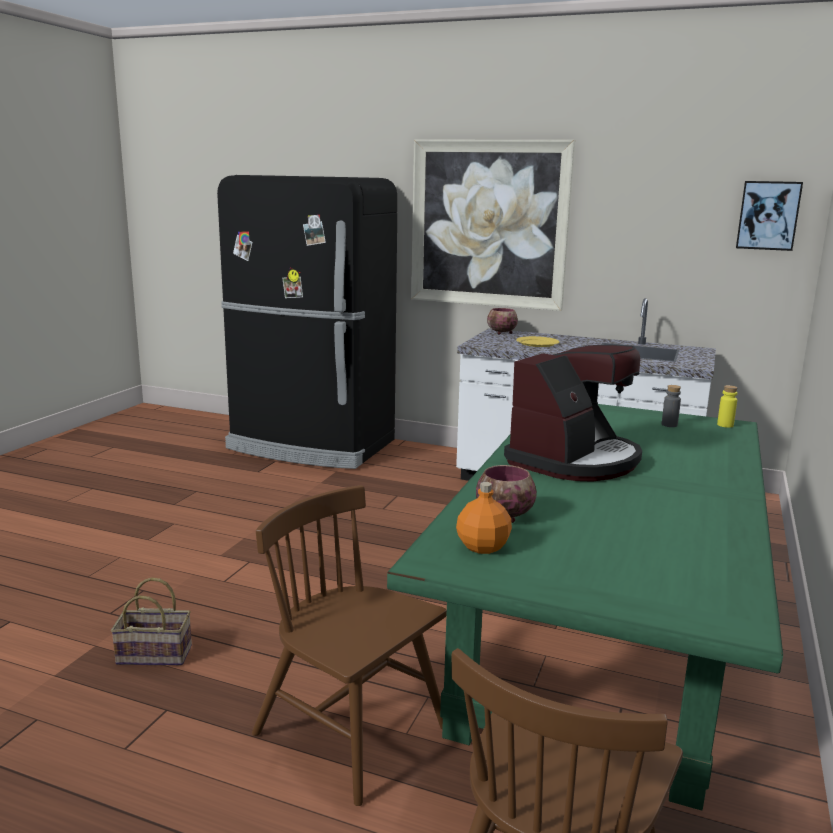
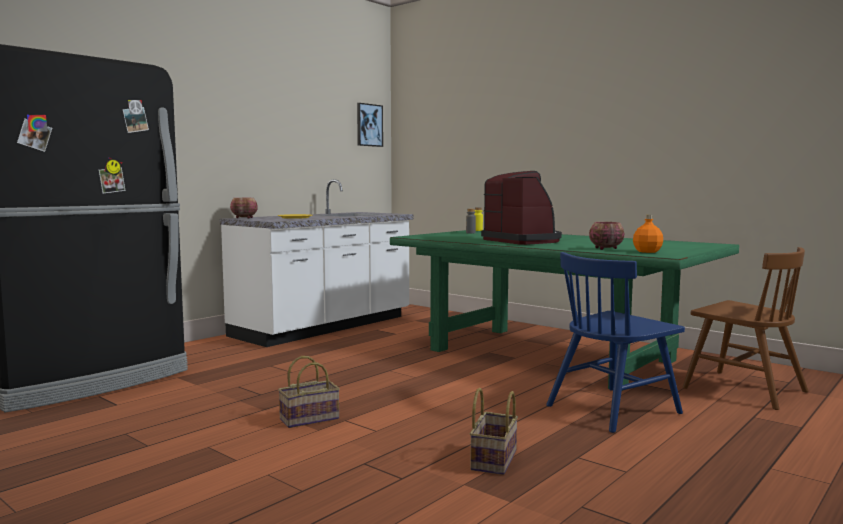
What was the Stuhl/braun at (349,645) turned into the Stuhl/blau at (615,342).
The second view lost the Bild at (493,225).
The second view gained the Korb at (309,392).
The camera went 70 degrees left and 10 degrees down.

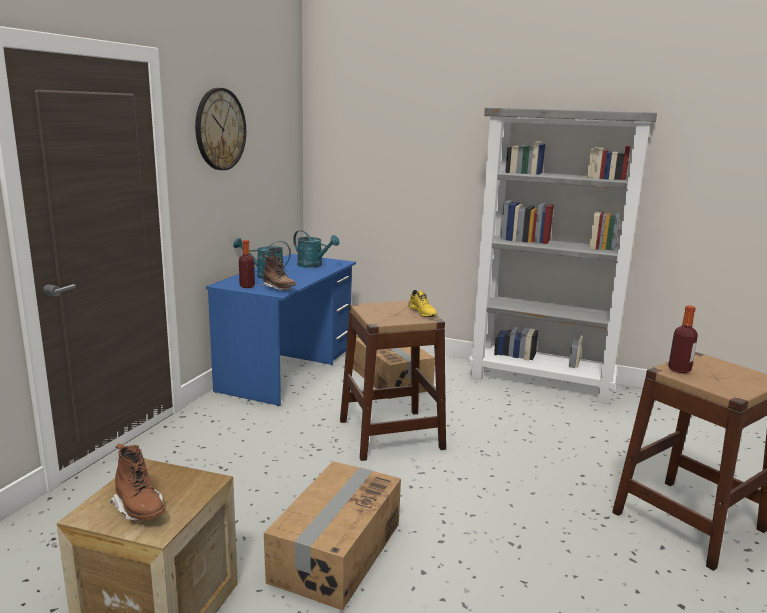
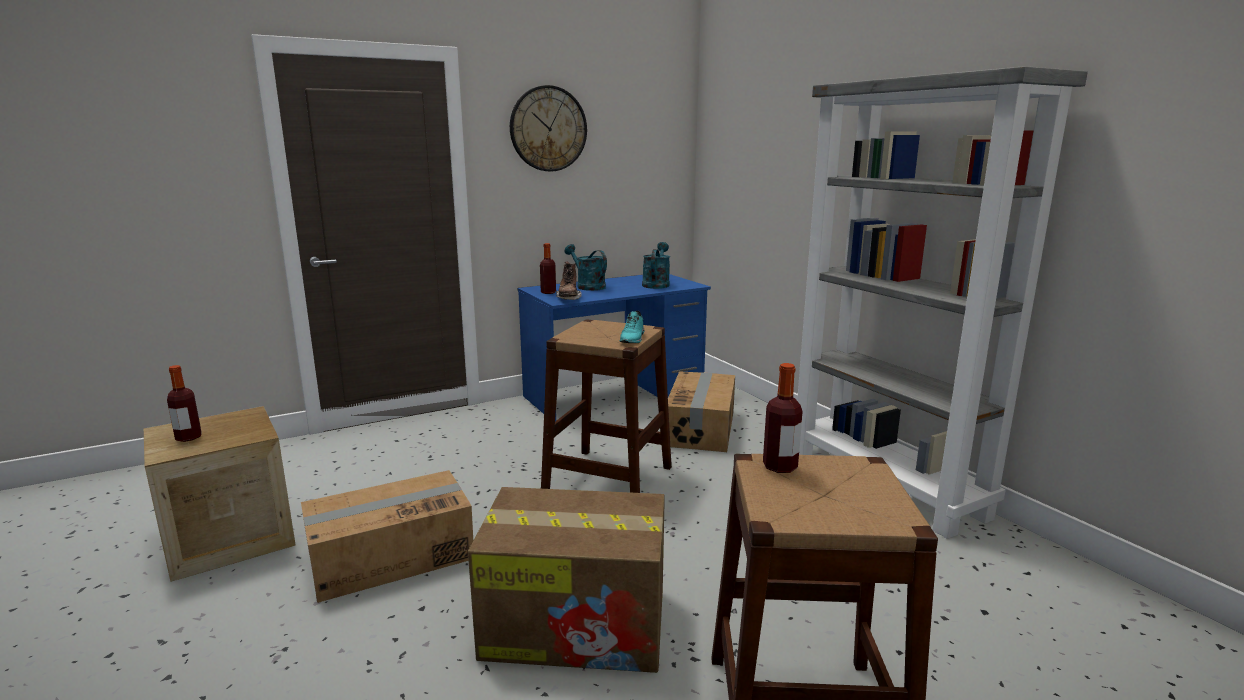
Where the Stiefel/braun stood at (137,482), the Flasche came to stand at (184,403).
The Gießkanne/türkis at (316,249) ended up facing another way, 150 degrees counterclockwise from before.
What was the Schuh/gelb at (422,303) turned into the Schuh/türkis at (631,327).
The second view gained the Karton at (566,580).
The camera went 40 degrees right and 0 degrees up.

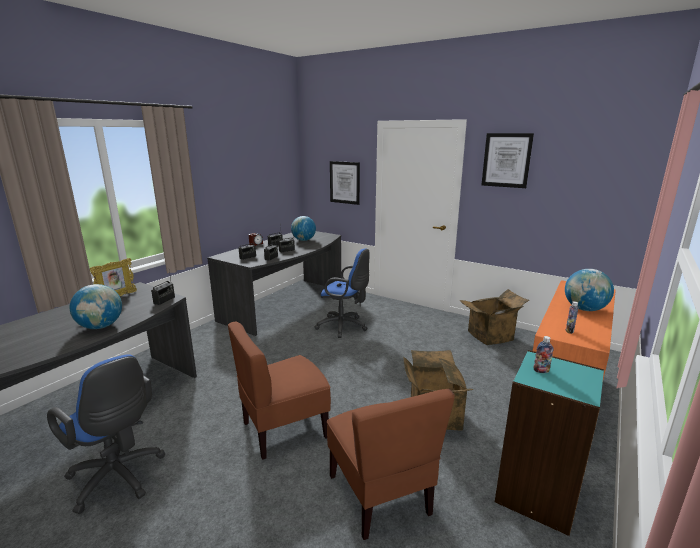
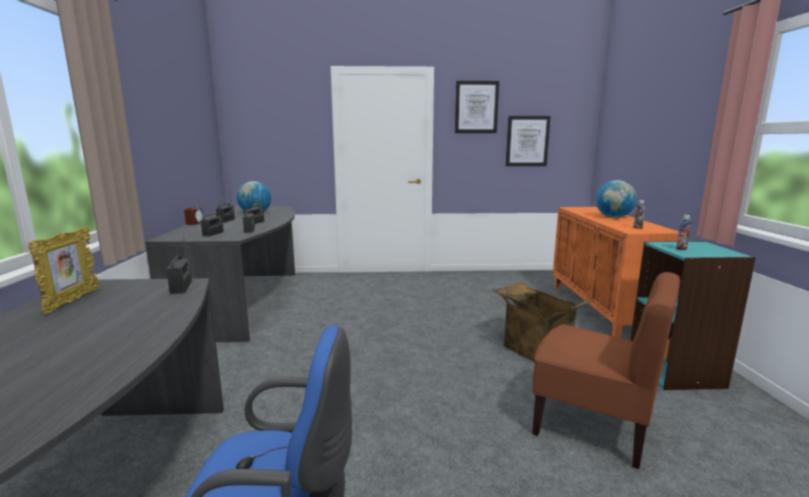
The second view lost the Globus at (96,306).
The second view lost the Stuhl/braun at (279,391).
The second view lost the Bürostuhl/blau at (342,293).
The Bild ended up elsewhere, having gone from (345,183) to (528,141).
The second view lost the Karton at (494,317).
The camera went 35 degrees left and 5 degrees down.

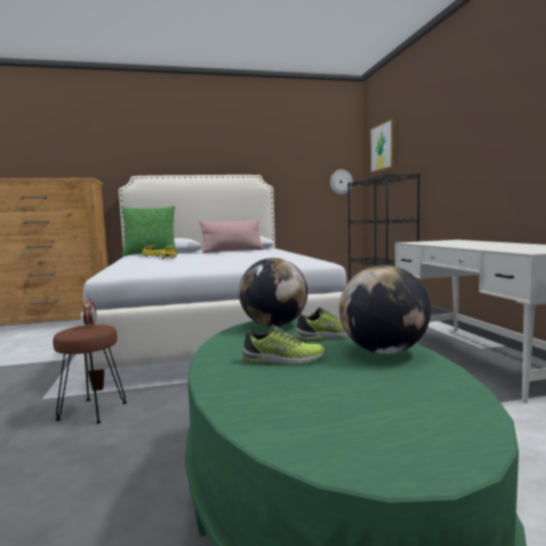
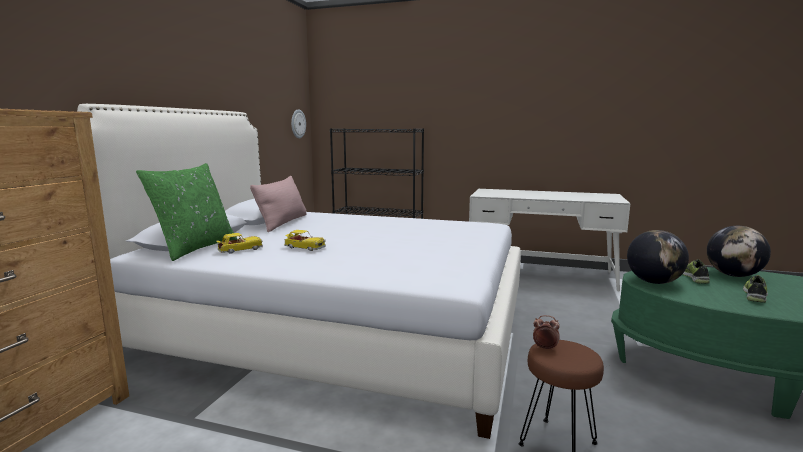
The second view lost the Bild at (382,145).
The camera went 60 degrees left and 5 degrees up.

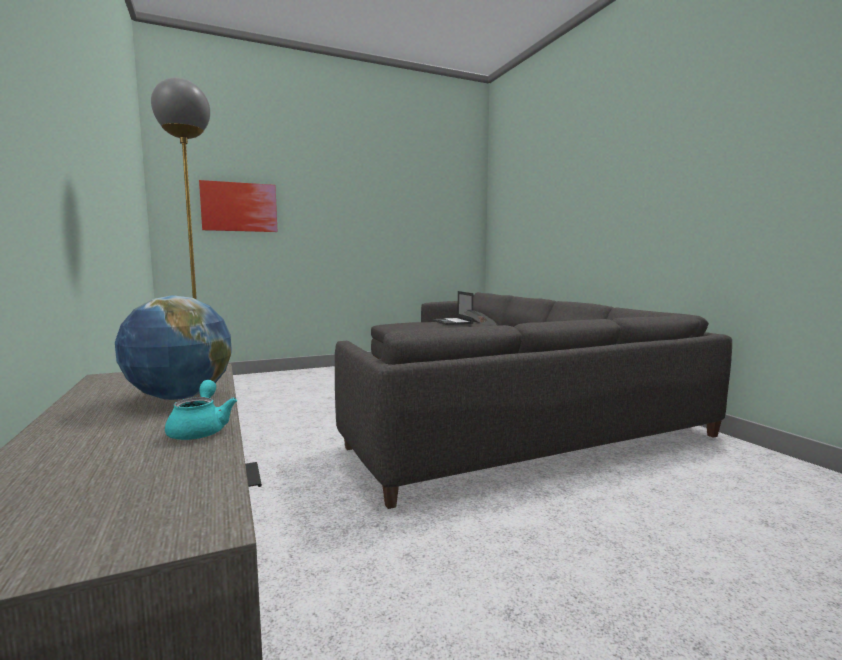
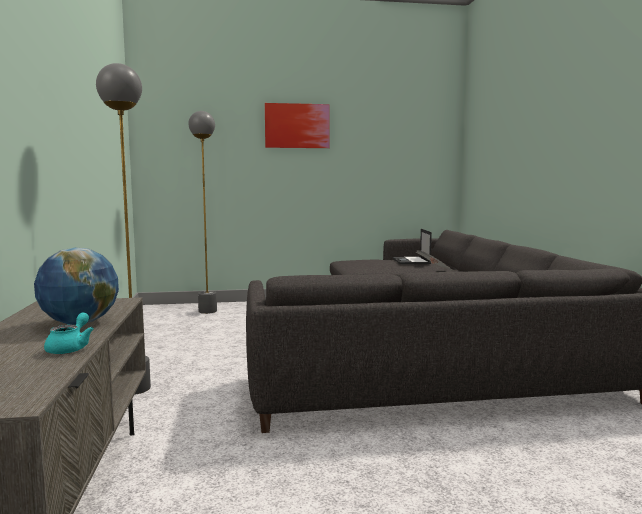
The Bild ended up elsewhere, having gone from (238,206) to (297,125).
The second view gained the Stehlampe/grau at (202,212).
The camera went 15 degrees right and 0 degrees up.

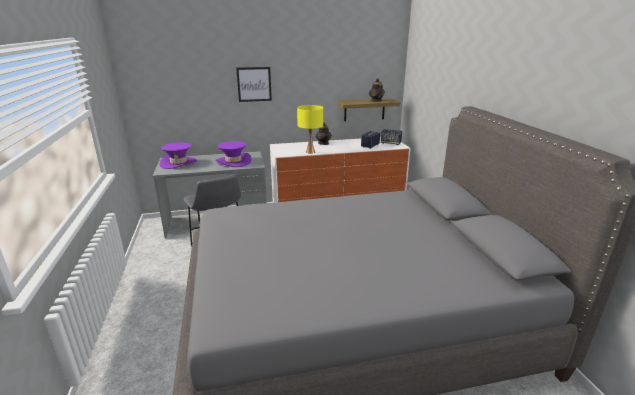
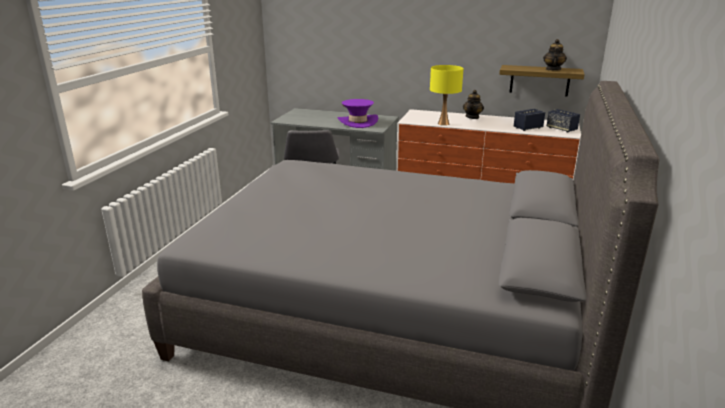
The second view lost the Hut/lila at (178,155).
The second view lost the Bild at (254,84).
The camera went 30 degrees right and 0 degrees up.

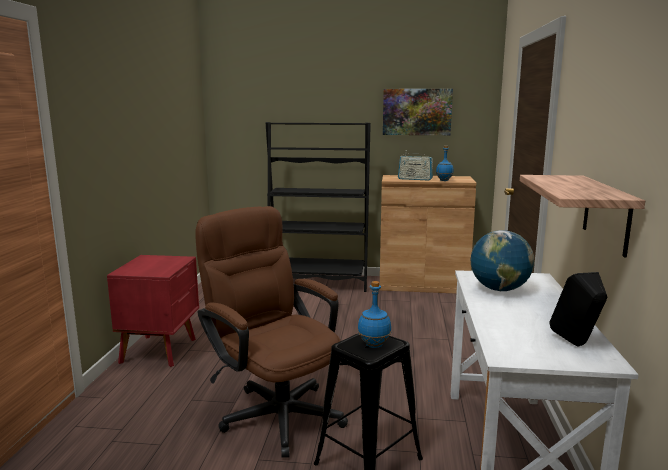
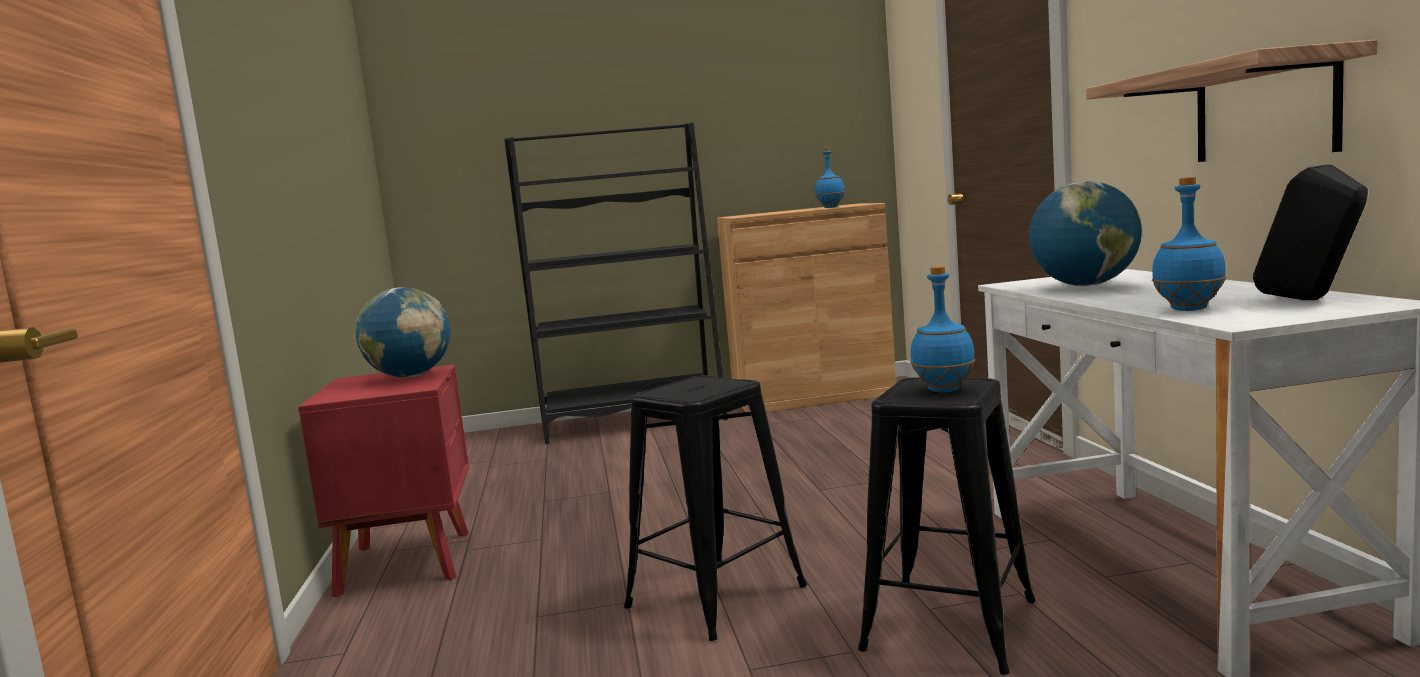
Where the Bürostuhl/braun stood at (271,332), the Hocker/schwarz came to stand at (715,508).
The second view lost the Bild at (418,112).
The second view lost the Radio at (415,166).
The second view gained the Globus at (403,332).
The second view gained the Flasche/blau at (1189,244).
The camera went 15 degrees left and 5 degrees down.

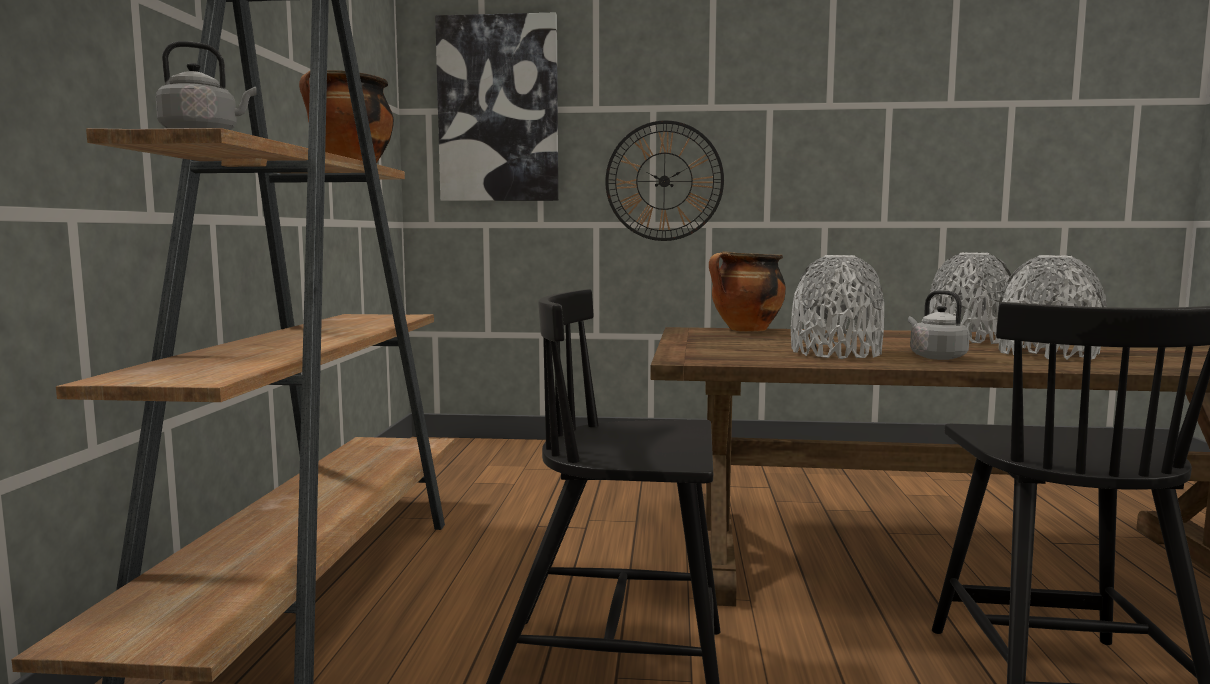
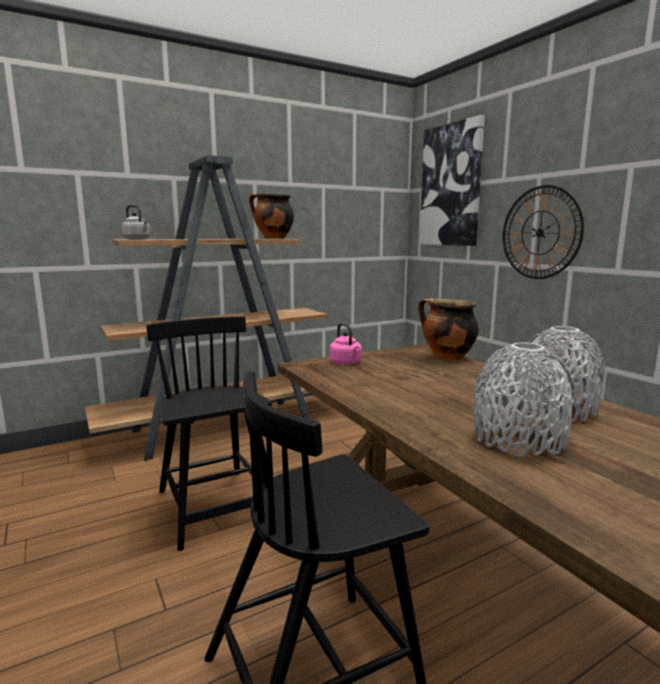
The second view lost the Vase/grau at (837,307).
The second view lost the Wasserkessel/grau at (939,325).
The second view gained the Wasserkessel/rosa at (345,344).
The camera went 55 degrees right and 5 degrees up.

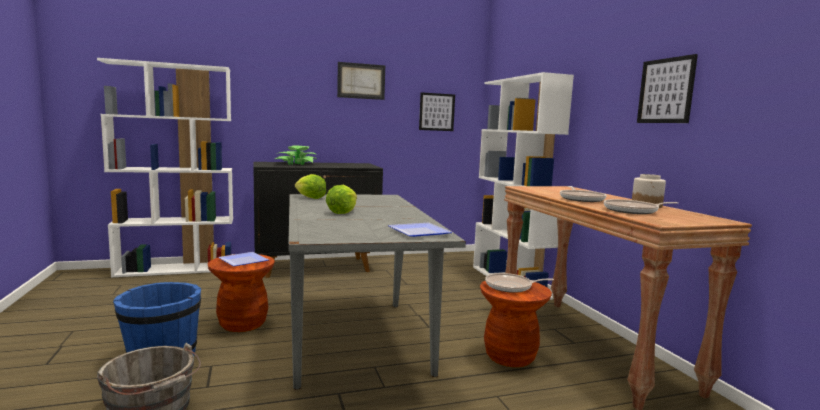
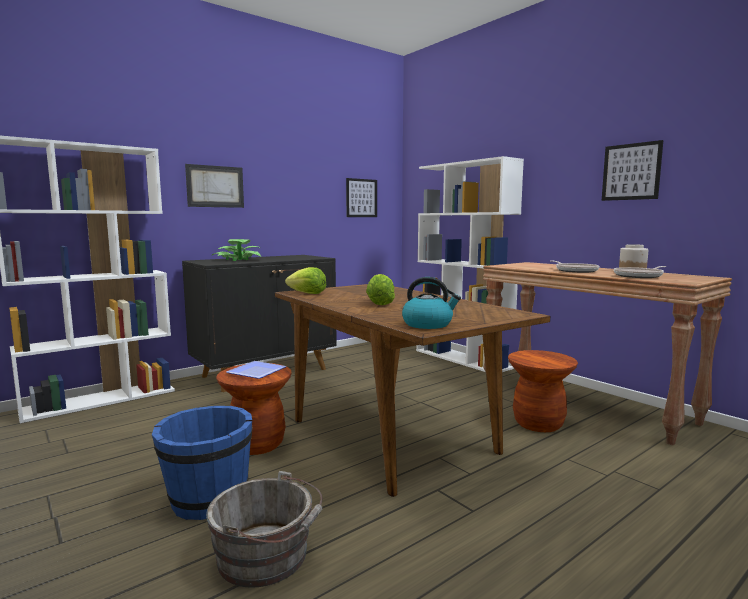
What was the Esstisch/grau at (377,292) turned into the Esstisch/braun at (413,390).
The Bild ended up elsewhere, having gone from (361,81) to (214,186).
The second view lost the Teller at (420,230).
The second view lost the Pfanne at (519,283).
The second view gained the Wasserkessel at (431,303).
The camera went 20 degrees left and 0 degrees up.

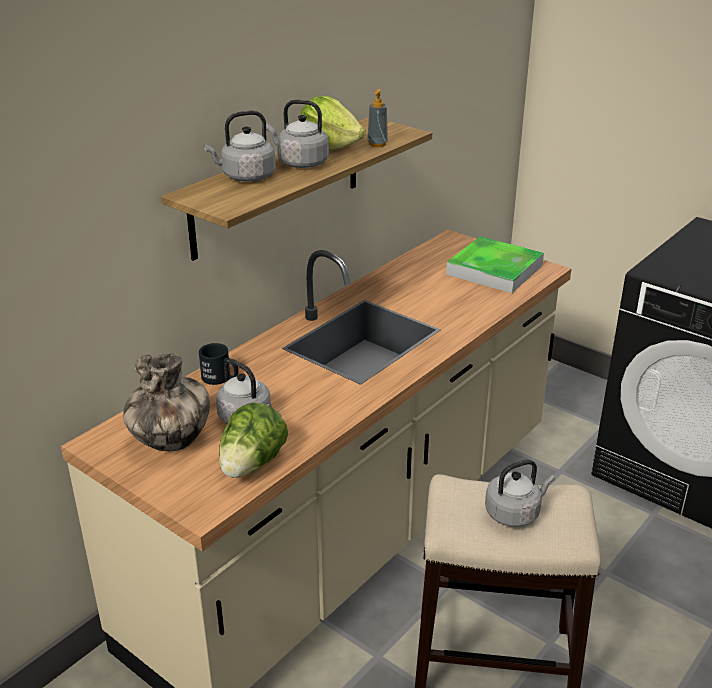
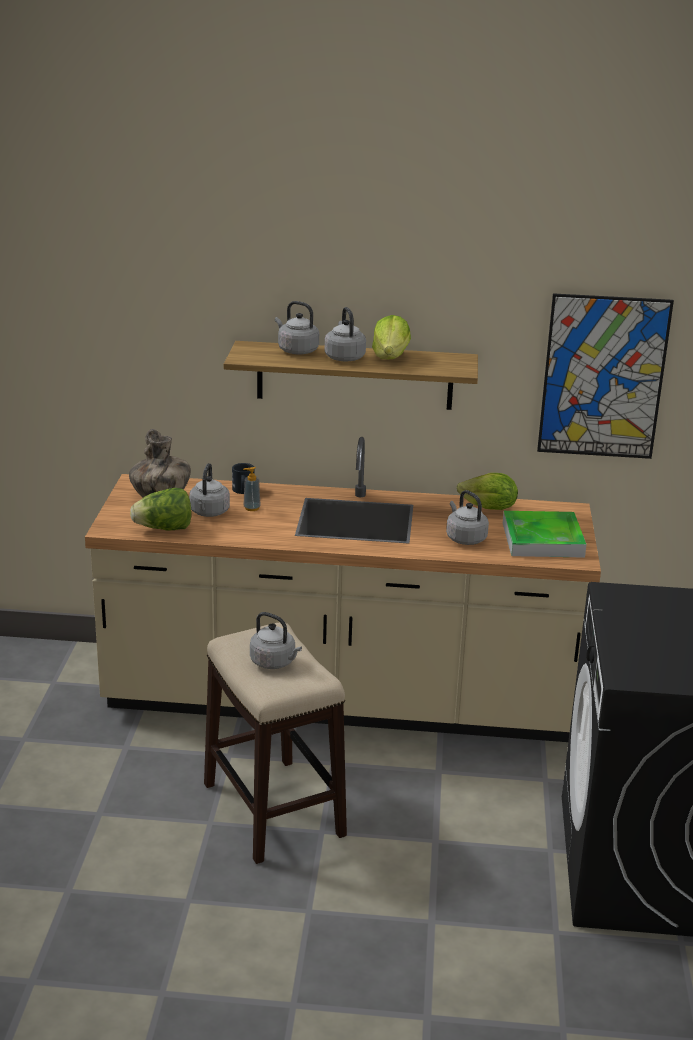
The Seifenspender ended up elsewhere, having gone from (377,118) to (252,489).
The second view gained the Wasserkessel/grau at (467,517).
The second view gained the Salatkopf at (487,491).
The second view gained the Bild at (605,376).
The camera went 55 degrees right and 5 degrees down.

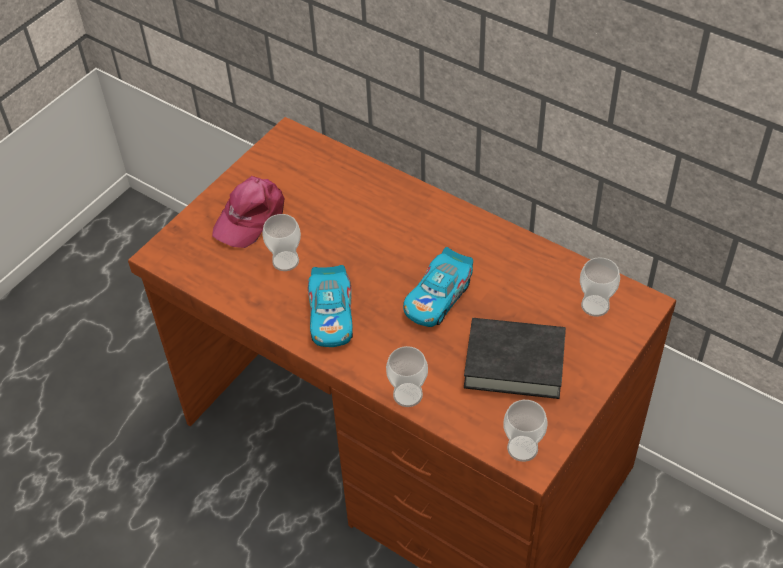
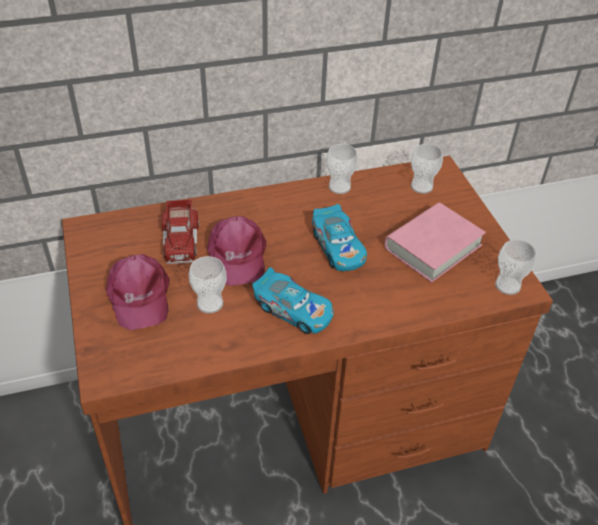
The Tasse ended up elsewhere, having gone from (407,376) to (342,169).
What was the Buch/schwarz at (515,358) turned into the Buch/rosa at (435,243).
The second view gained the Spielzeuglaster at (180,232).
The second view gained the Kappe/rosa at (236,251).
The camera went 55 degrees left and 5 degrees down.

